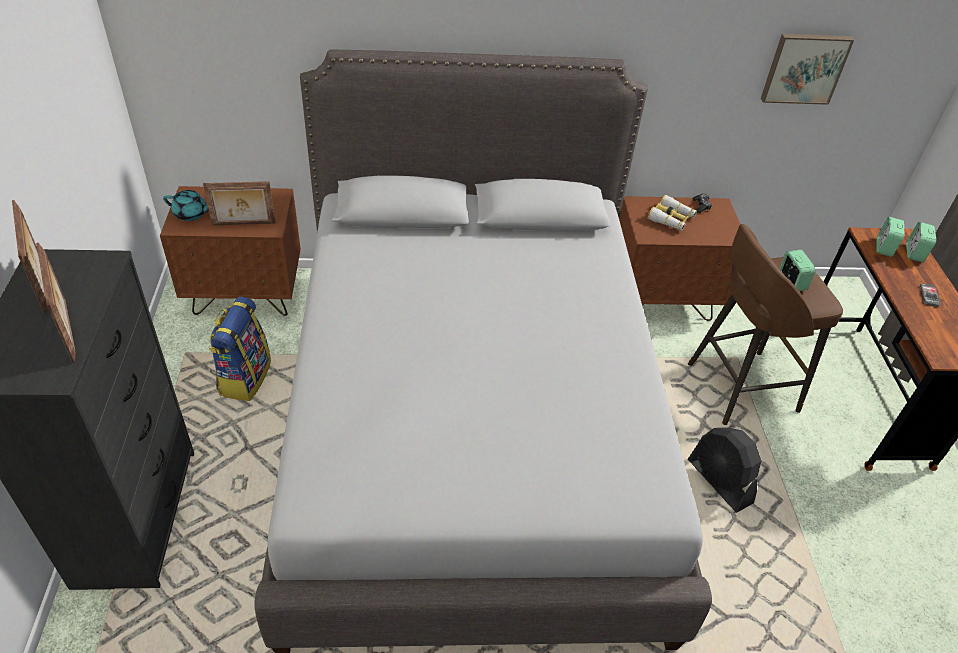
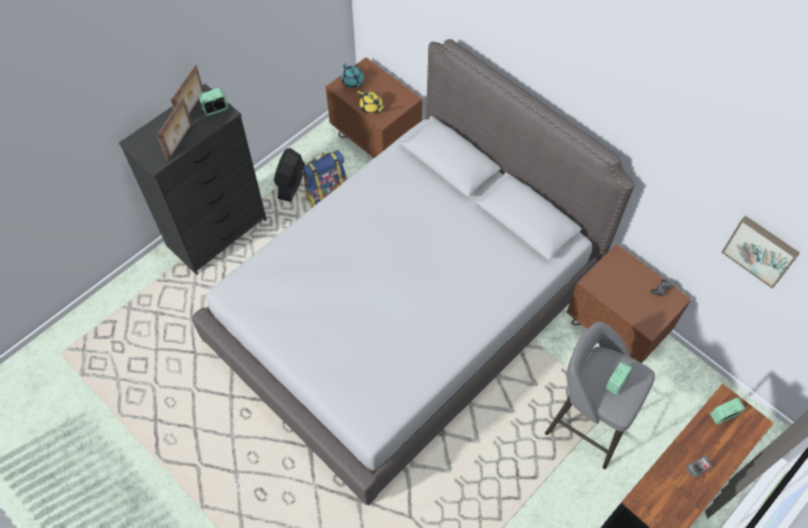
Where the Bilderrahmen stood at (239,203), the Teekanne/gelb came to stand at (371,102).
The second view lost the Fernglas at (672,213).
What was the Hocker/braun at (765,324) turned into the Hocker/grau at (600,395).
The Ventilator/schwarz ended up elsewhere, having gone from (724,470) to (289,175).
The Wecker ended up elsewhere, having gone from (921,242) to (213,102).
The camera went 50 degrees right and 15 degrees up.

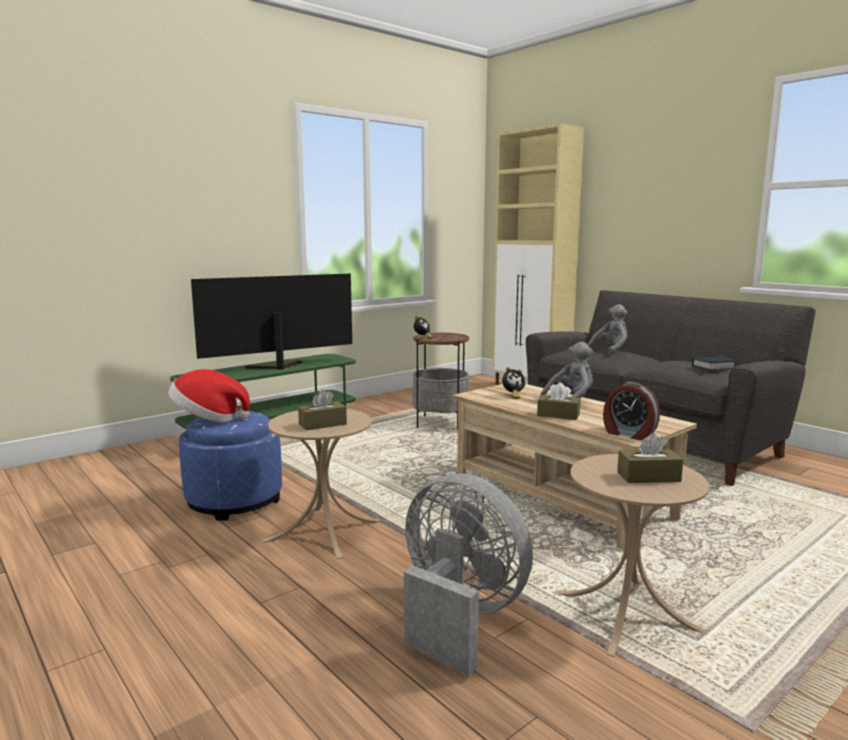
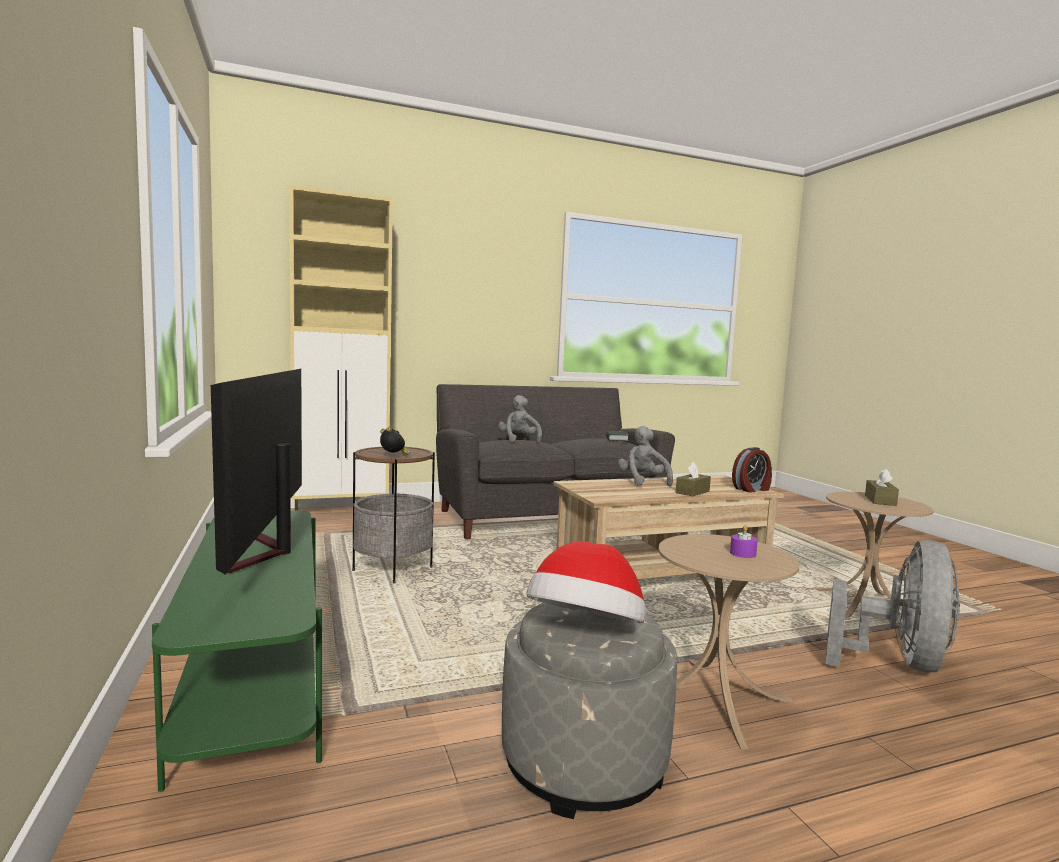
What was the Polsterhocker/blau at (230,466) turned into the Polsterhocker/grau at (589,711).
Where the Taschentuchbox/braun stood at (322,409), the Kerze/lila came to stand at (744,541).
The Ventilator/grau at (468,575) ended up facing another way, 150 degrees clockwise from before.
The second view lost the Wecker at (513,383).
The camera went 70 degrees left and 5 degrees down.

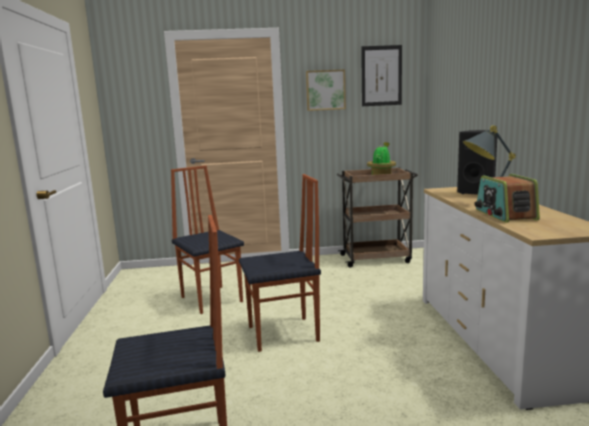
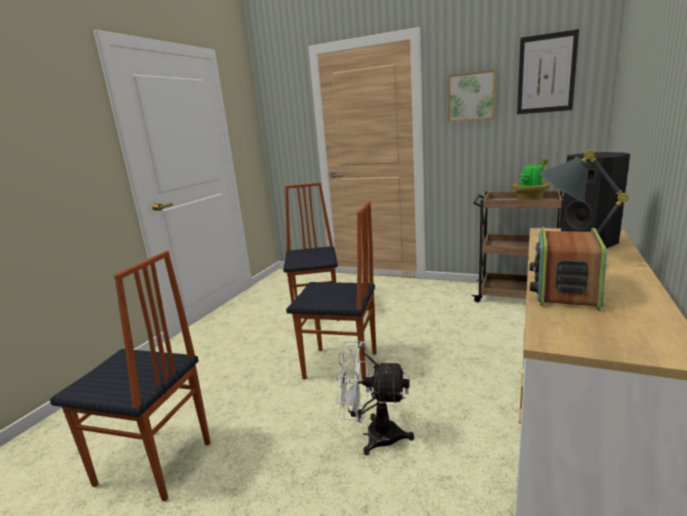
The second view gained the Ventilator/weiß at (375,398).
The camera went 30 degrees right and 5 degrees up.

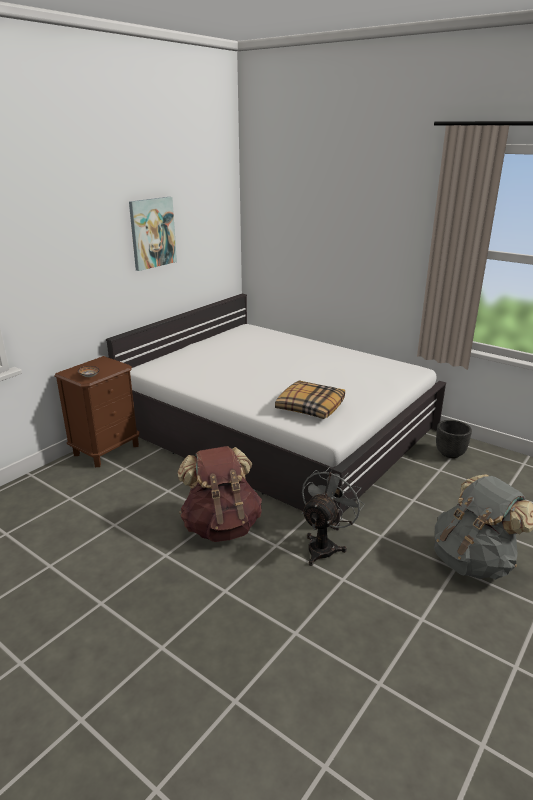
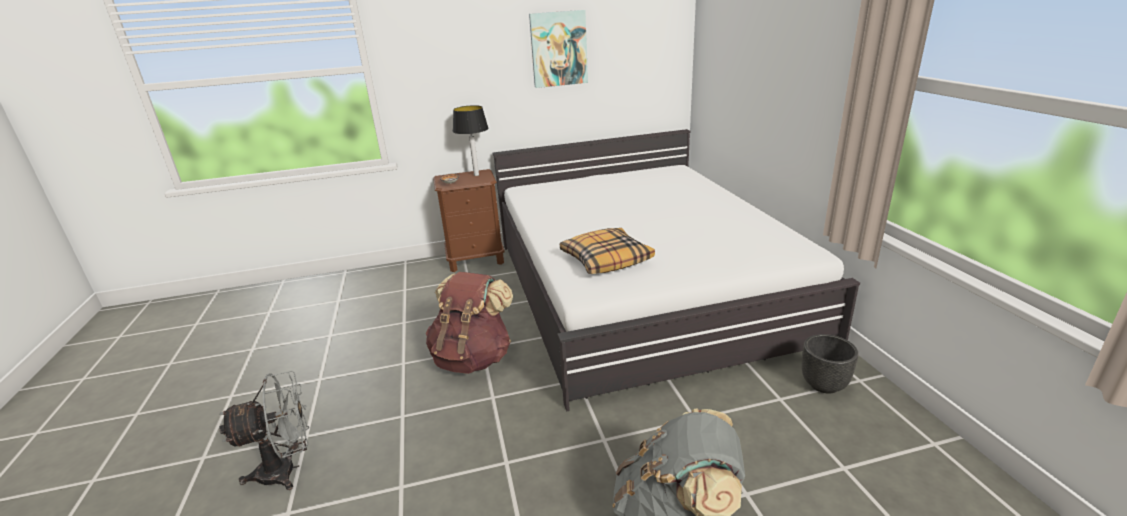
The Ventilator/grau ended up elsewhere, having gone from (333,516) to (264,430).
The second view gained the Tischlampe at (471,140).
The camera went 40 degrees right and 0 degrees up.

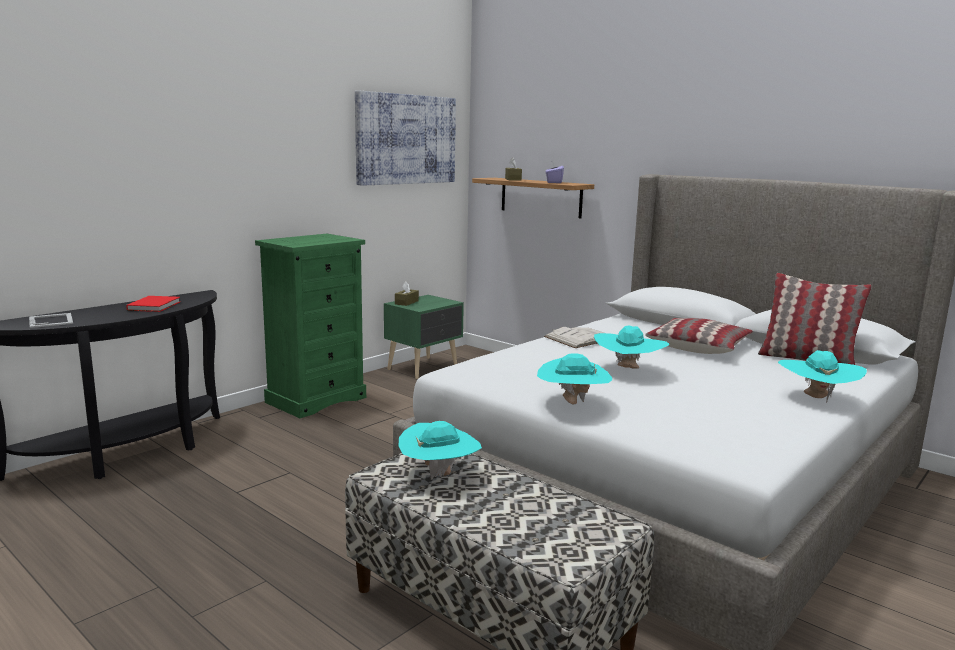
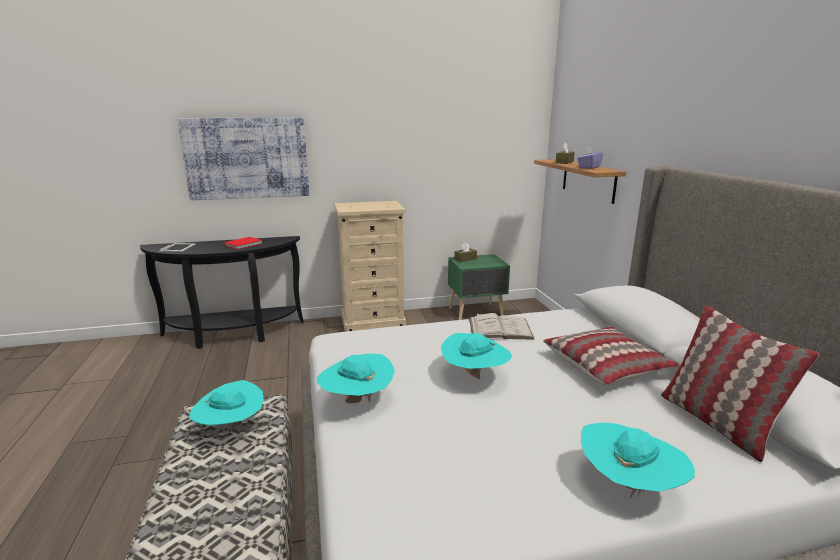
What was the Kommode/grün at (310,326) turned into the Kommode/beige at (370,266).
The Bild ended up elsewhere, having gone from (405,138) to (243,159).
The camera went 35 degrees right and 5 degrees up.

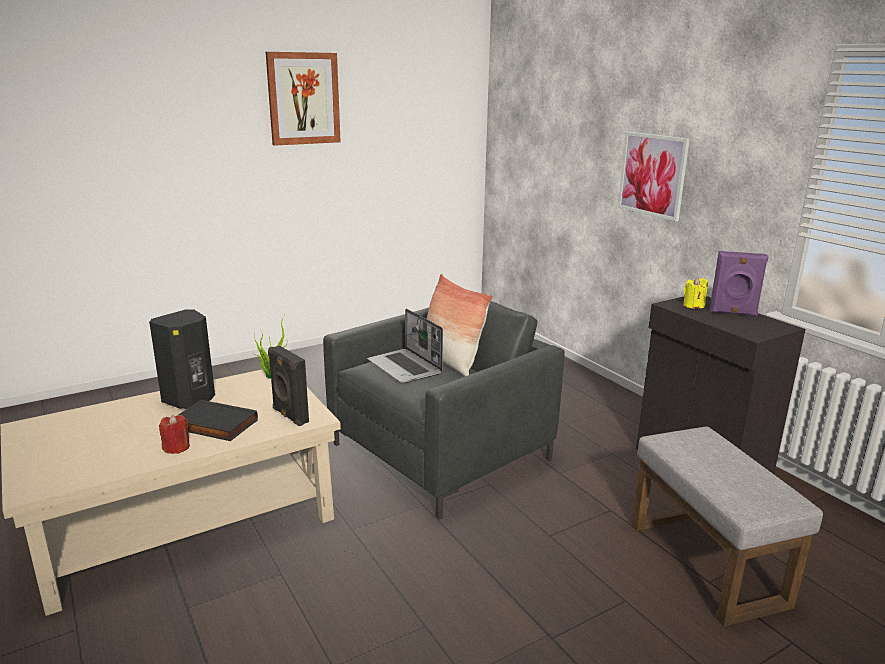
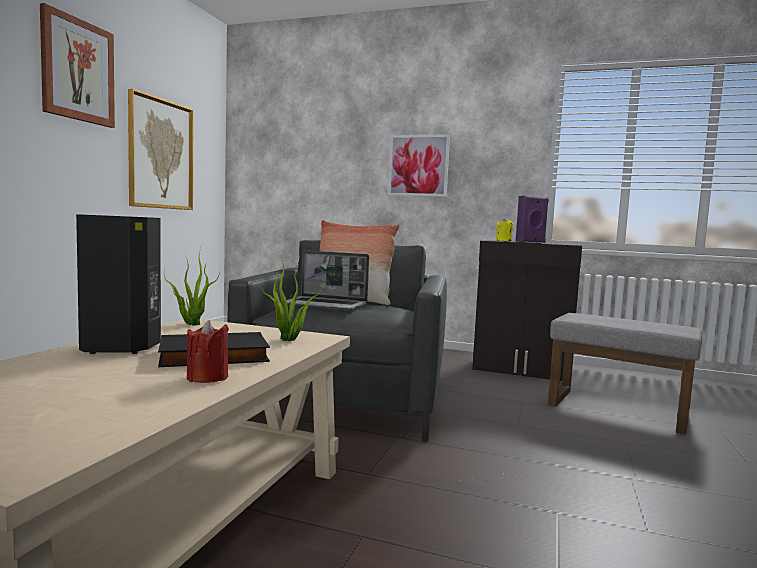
Where the Lautsprecher/schwarz stood at (288,385), the Topfpflanze came to stand at (290,298).
The second view gained the Bild at (161,149).
The camera went 40 degrees left and 15 degrees down.

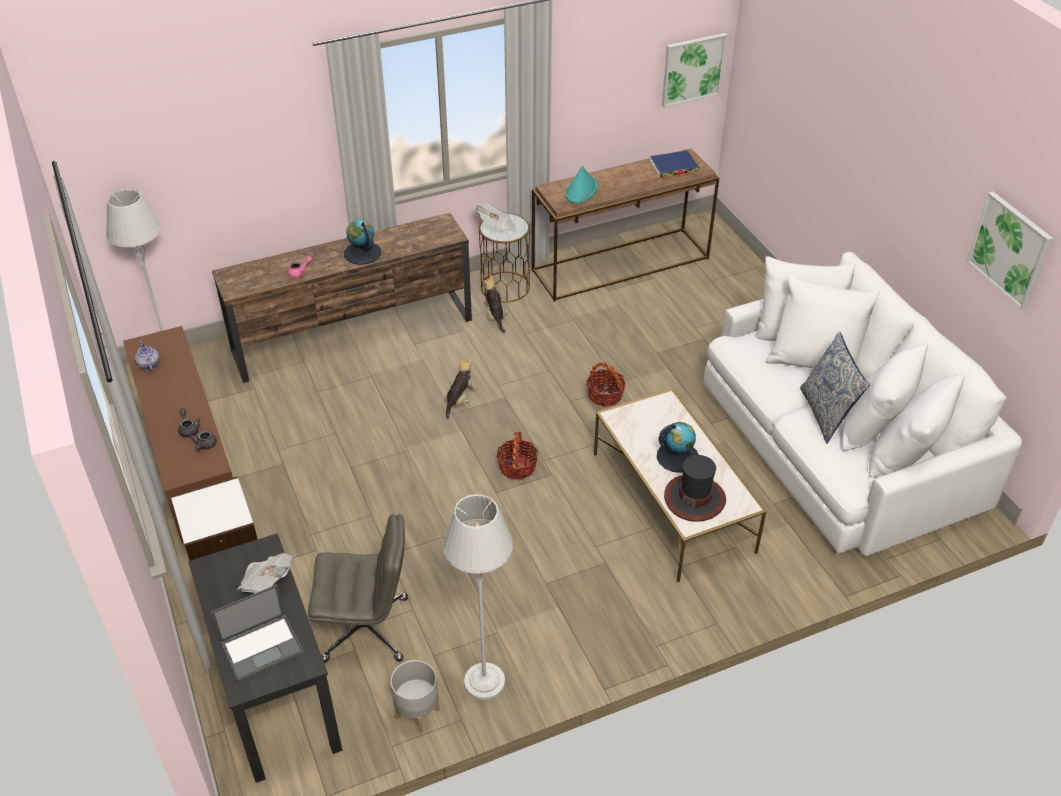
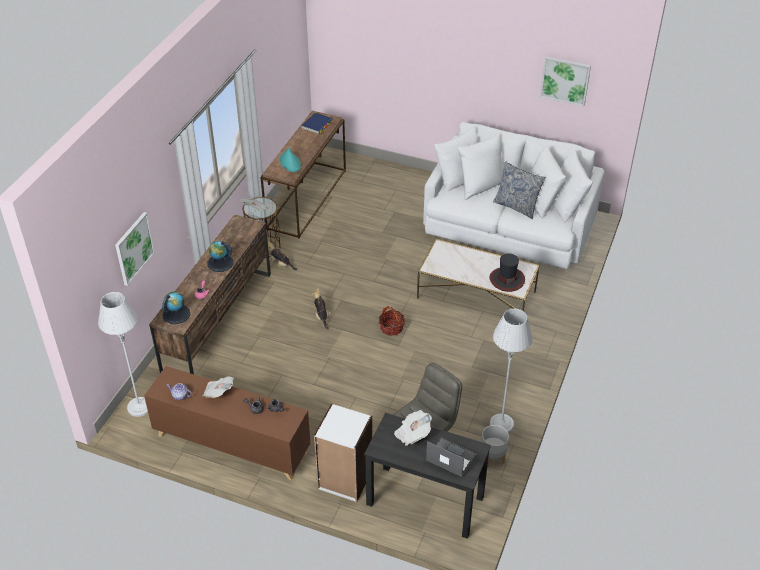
The Laptop at (257,633) ended up facing another way, 75 degrees counterclockwise from before.
The second view lost the Korb at (606,384).
The Globus ended up elsewhere, having gone from (678,447) to (176,308).
The Bild ended up elsewhere, having gone from (695,70) to (135,249).
The second view gained the Zeitung at (218,387).
The camera went 45 degrees left and 0 degrees up.

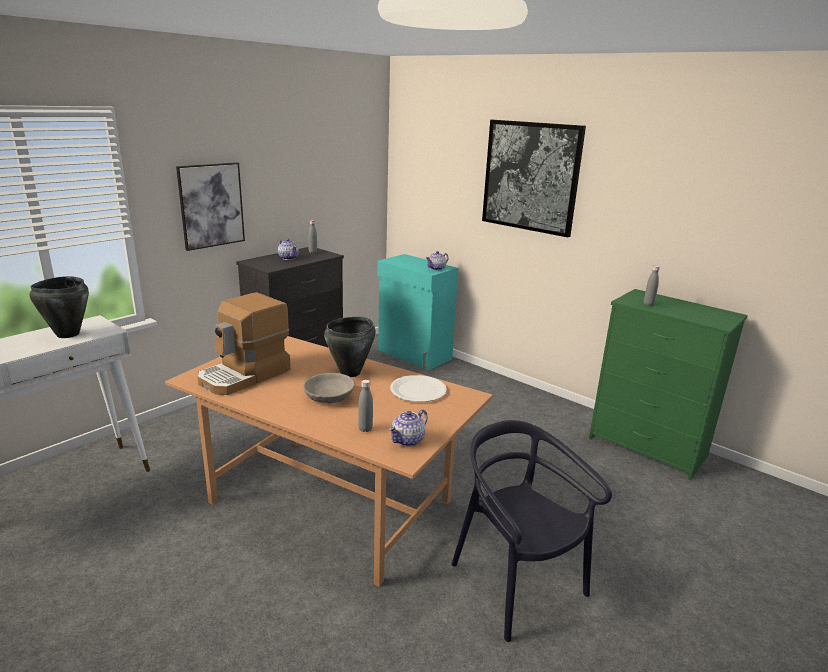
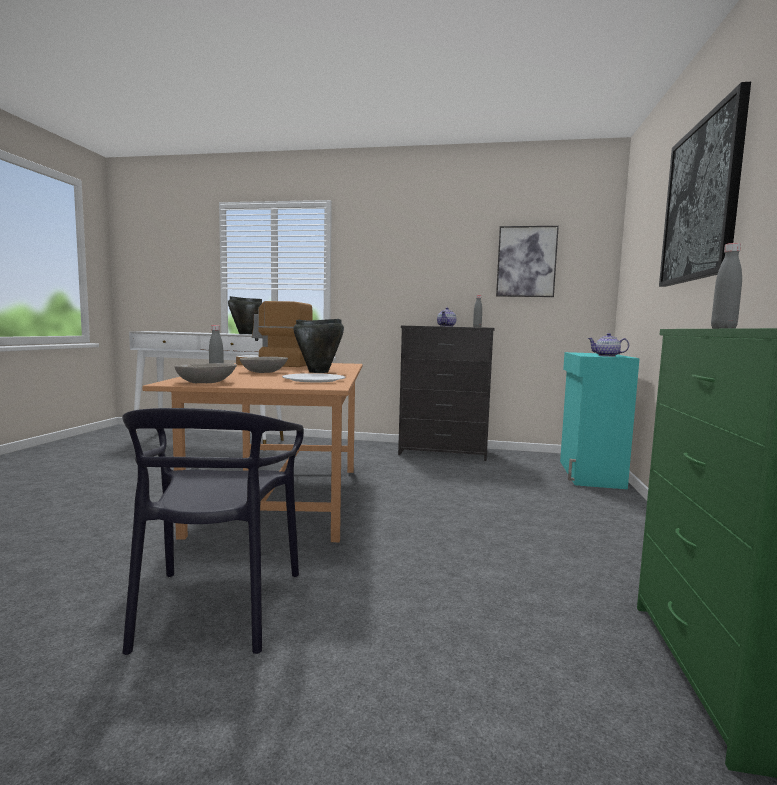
The Bild ended up elsewhere, having gone from (210,206) to (527,261).
Where the Teekanne stood at (407,428), the Schüssel/grau came to stand at (205,373).
The Stuhl/schwarz at (531,531) ended up facing another way, 150 degrees clockwise from before.
The camera went 60 degrees right and 15 degrees down.

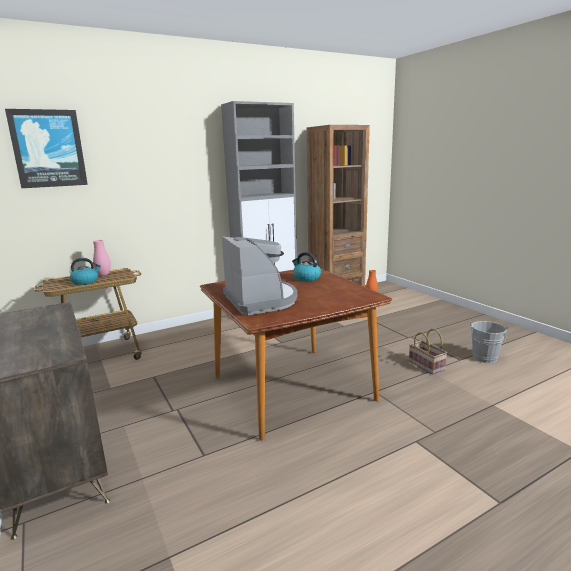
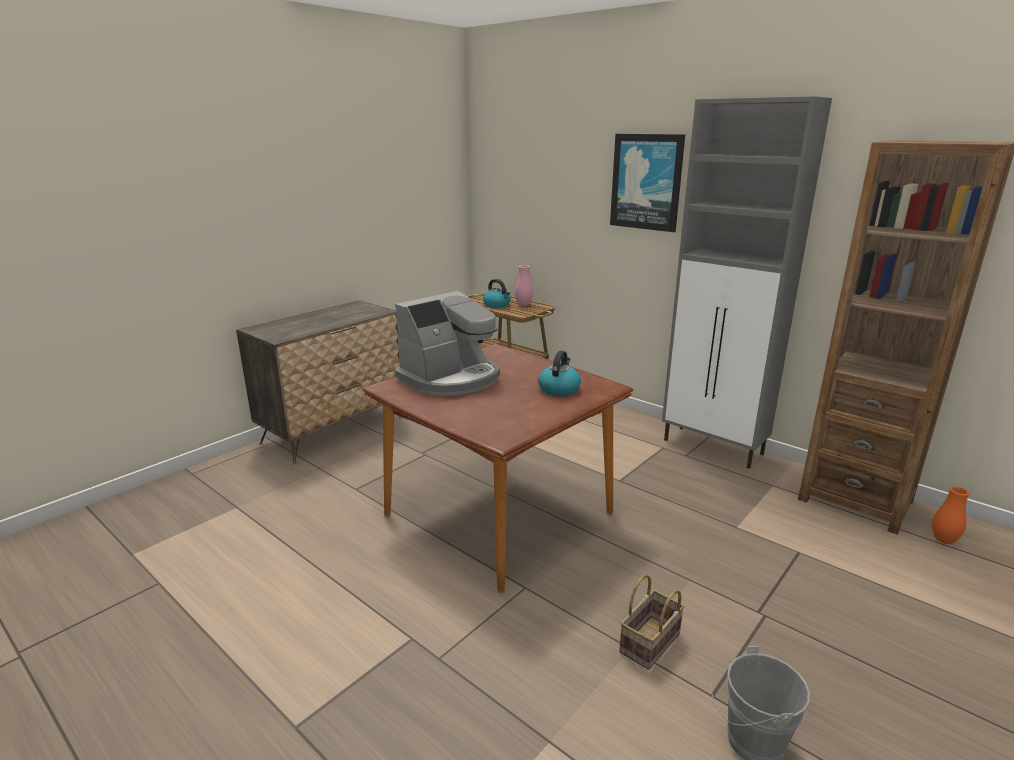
The Bild ended up elsewhere, having gone from (46,148) to (647,183).
The camera went 70 degrees right and 5 degrees up.

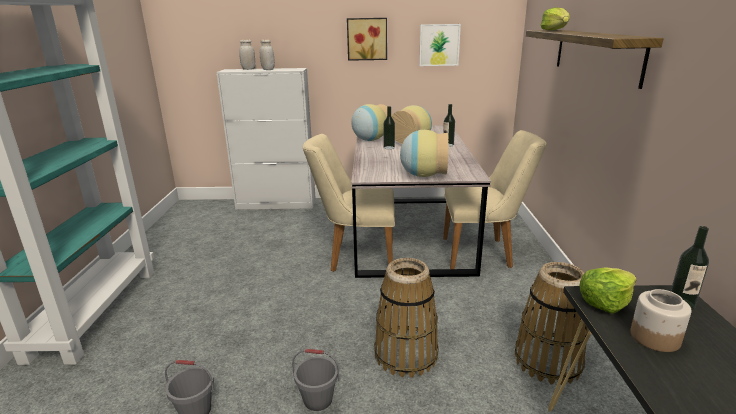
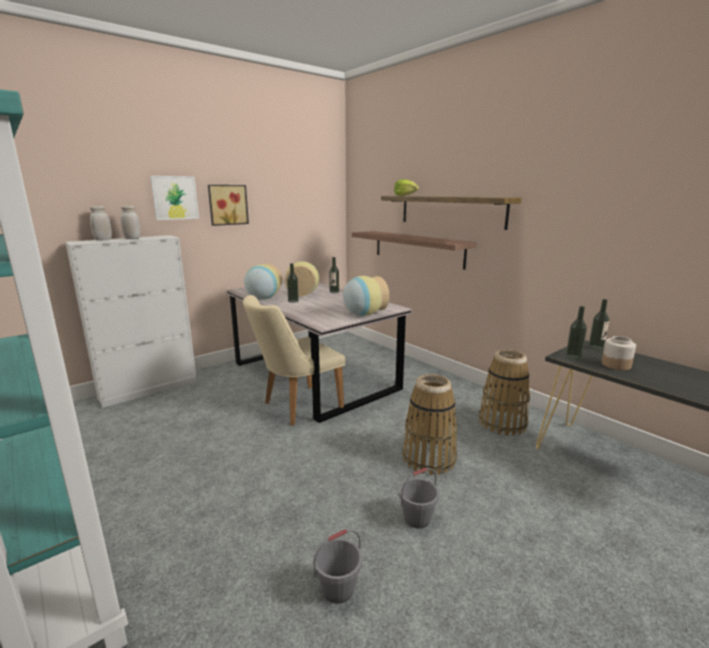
The Bild ended up elsewhere, having gone from (440,45) to (174,198).
The second view lost the Stuhl/beige at (495,199).
Where the Salatkopf stood at (608,290), the Flasche came to stand at (576,333).
The second view gained the Wandregal at (414,250).
The camera went 40 degrees left and 5 degrees down.

